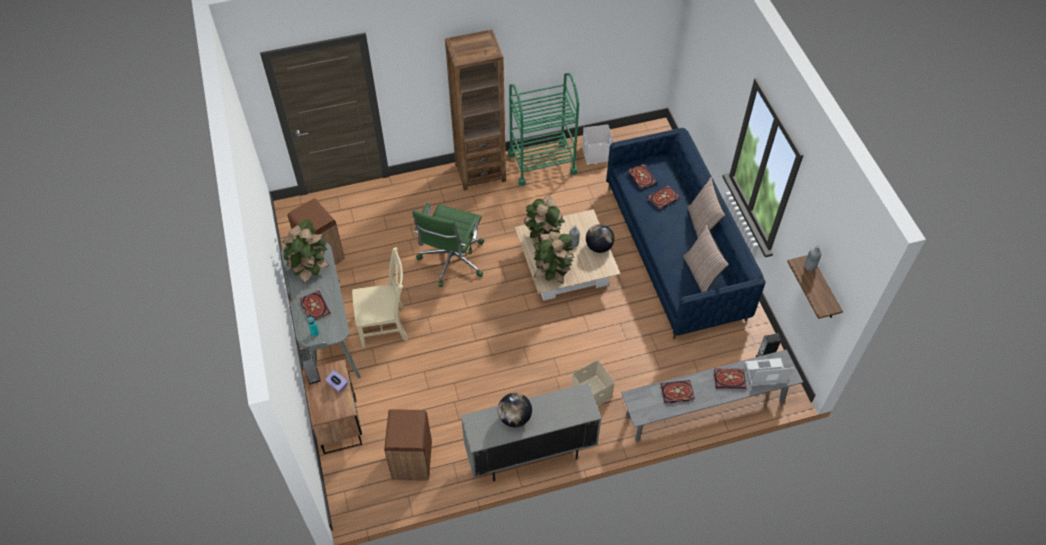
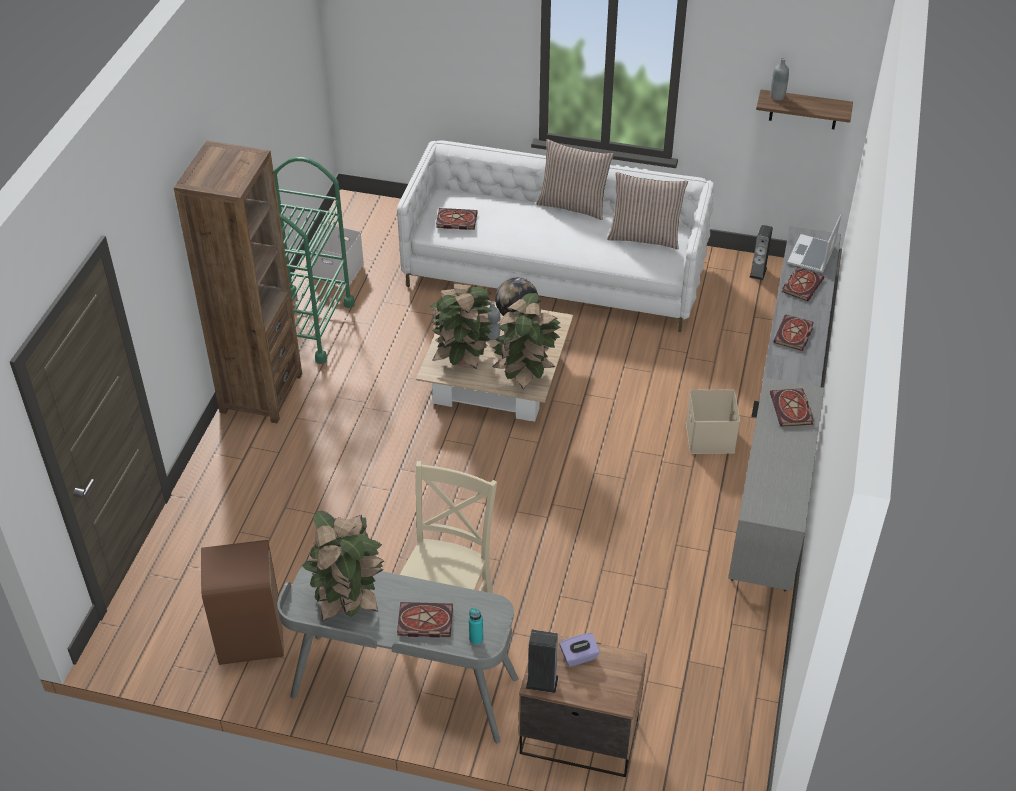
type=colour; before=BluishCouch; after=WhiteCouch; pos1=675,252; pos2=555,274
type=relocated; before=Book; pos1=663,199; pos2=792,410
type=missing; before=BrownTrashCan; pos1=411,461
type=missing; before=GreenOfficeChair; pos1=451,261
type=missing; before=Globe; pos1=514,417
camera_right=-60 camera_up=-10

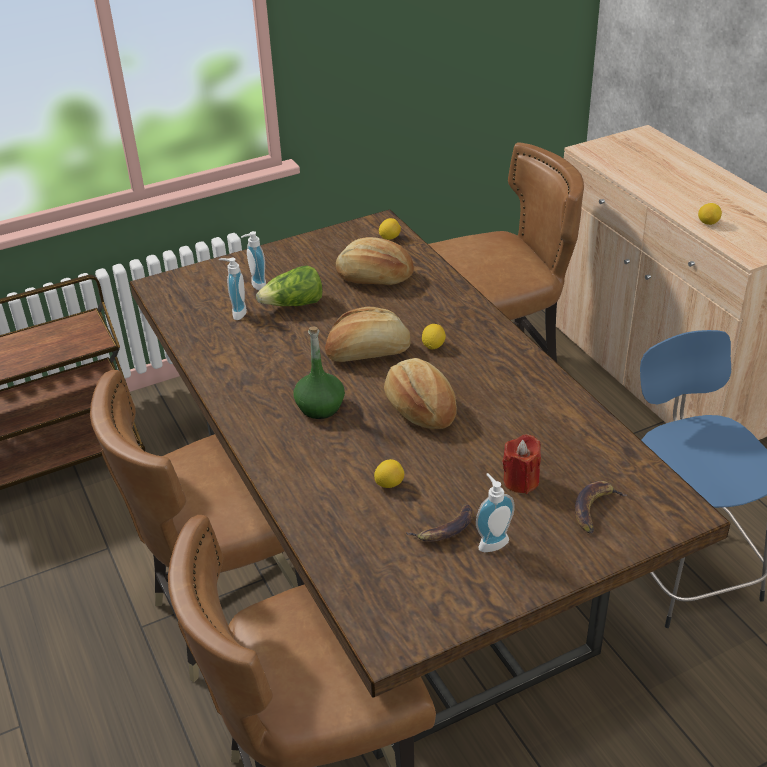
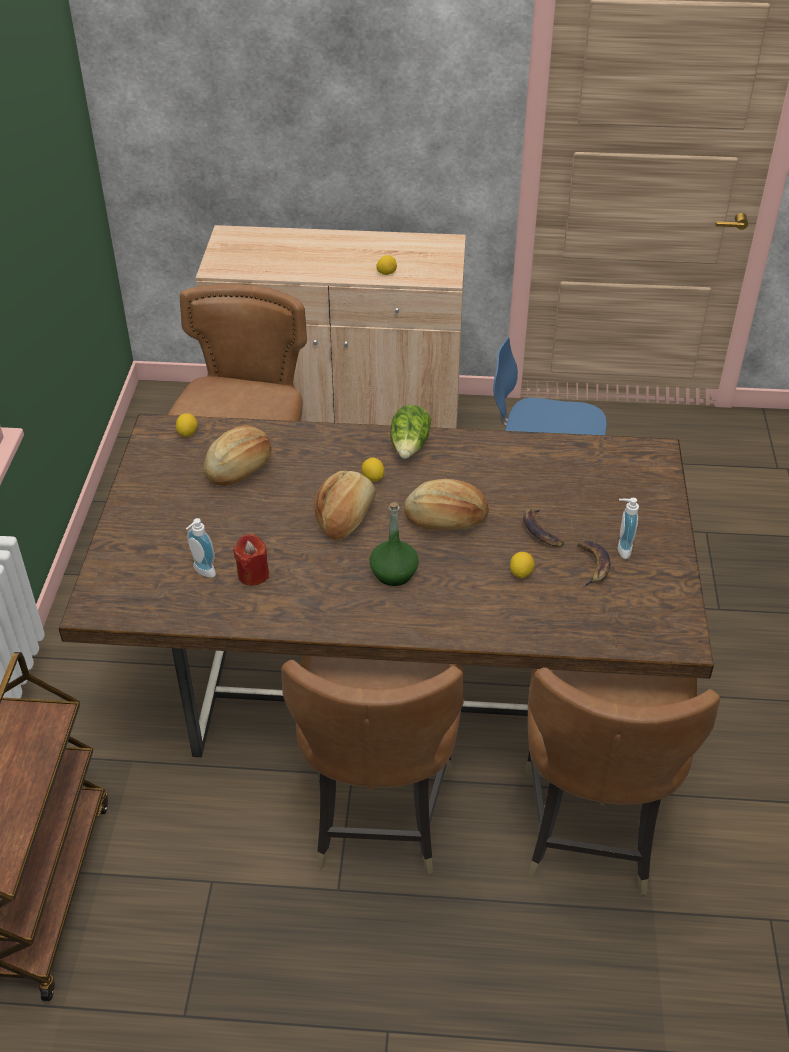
type=relocated; before=RedWaxLight; pos1=521,481; pos2=253,574
type=relocated; before=HeadOfLettuce; pos1=294,305; pos2=410,446
type=relocated; before=WholeBanana; pos1=595,509; pos2=540,531
type=missing; before=SoapDispenser; pos1=256,286
camera_right=-60 camera_up=5

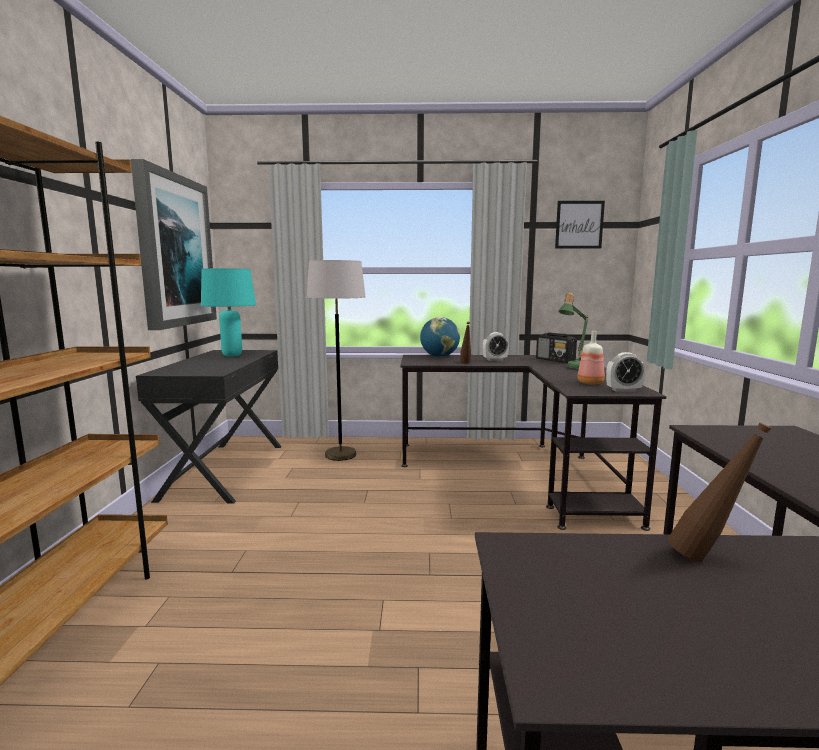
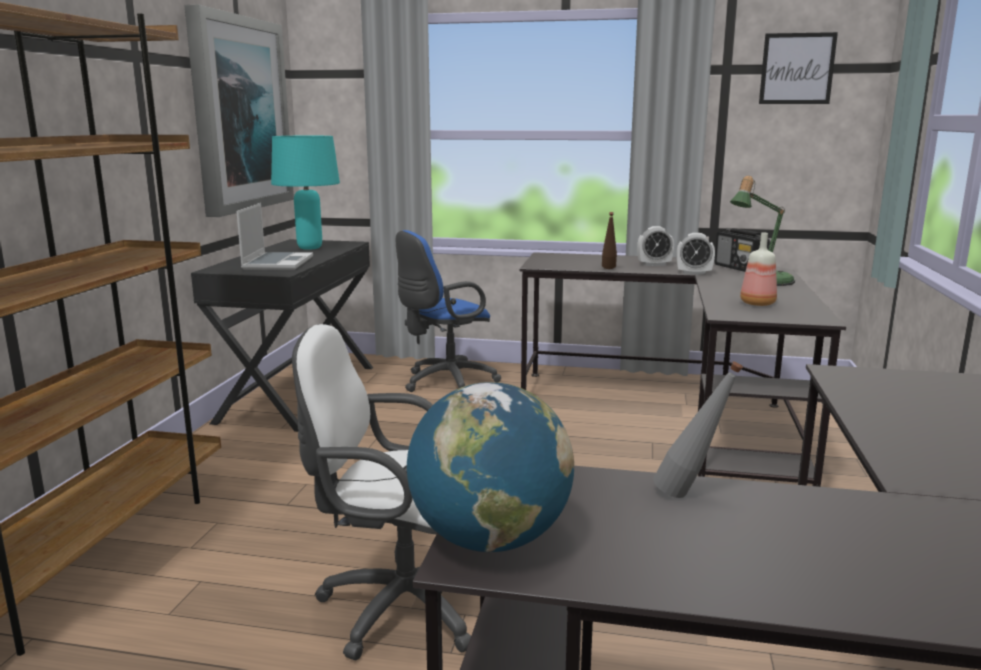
type=appeared; after=Laptop; pos2=277,263
type=appeared; after=WhiteOfficeChair; pos2=394,606
type=exchanged; before=GreyStandardLamp; after=BluishOfficeChair; pos1=340,455; pos2=445,382
type=relocated; before=Globe; pos1=439,356; pos2=490,539
type=colour; before=BrownBottle; after=GreyBottle; pos1=708,558; pos2=690,496
type=relocated; before=BedsideClock; pos1=623,390; pos2=694,273
camera_right=10 camera_up=5

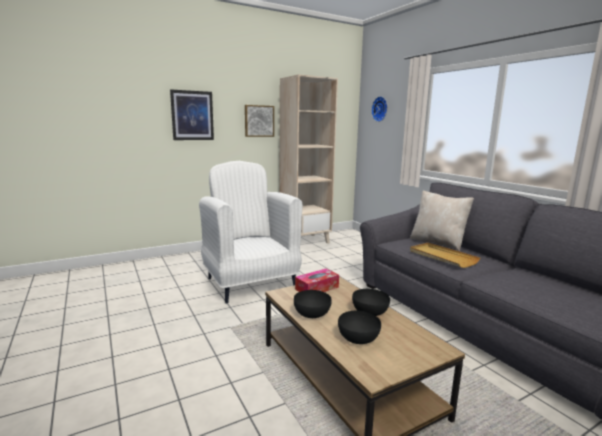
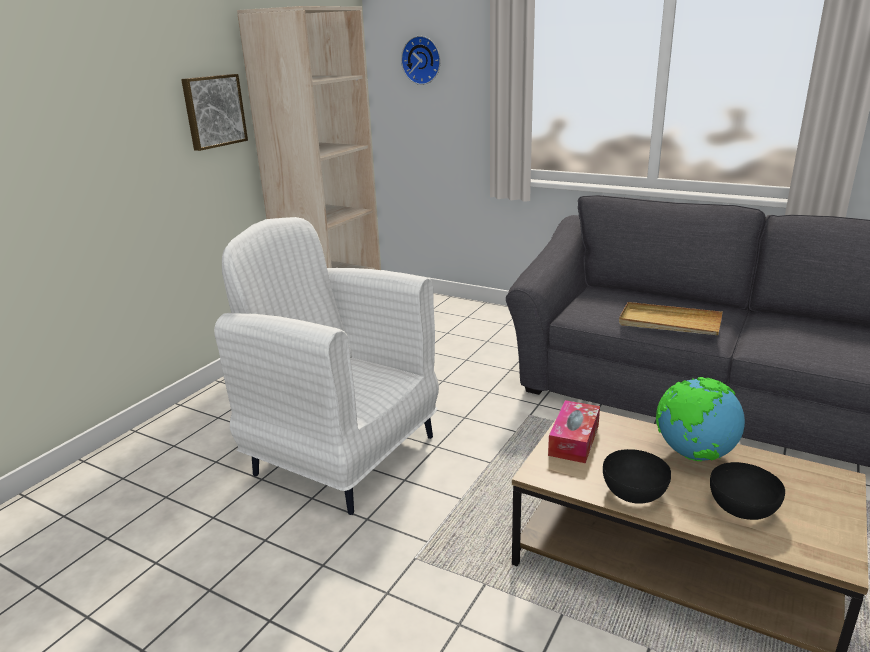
type=exchanged; before=BlackServingBowl; after=Globe; pos1=369,312; pos2=693,454
type=missing; before=WallPicture; pos1=192,115
type=missing; before=BeigePillow; pos1=437,243
camera_right=-30 camera_up=10

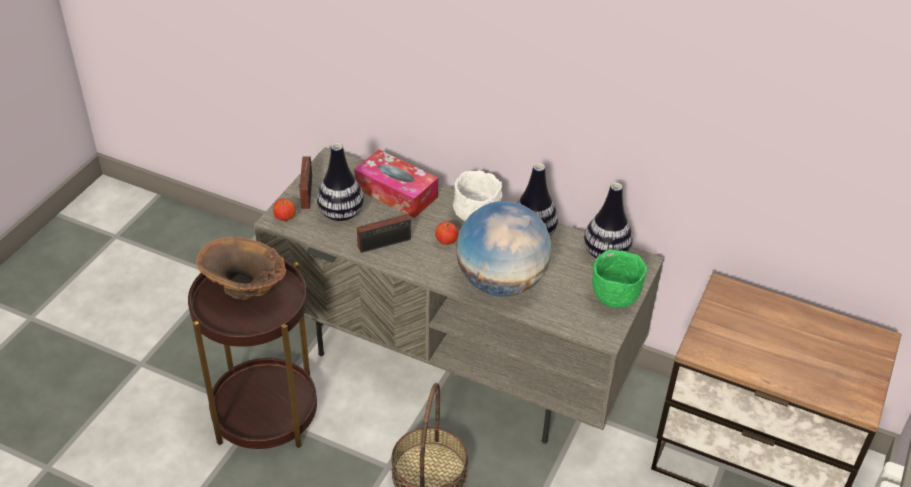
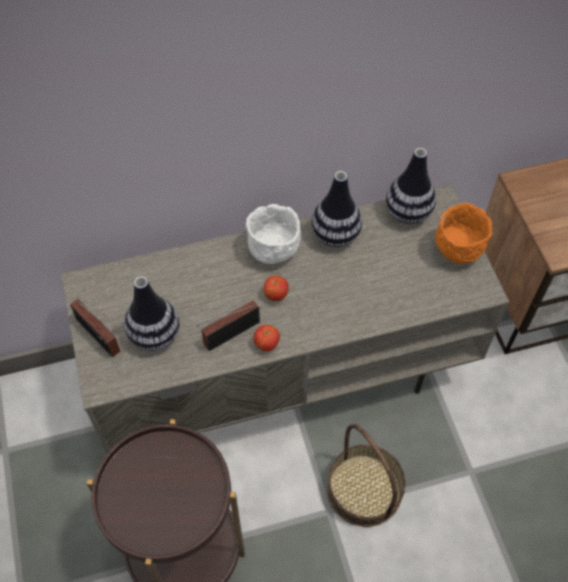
type=spun; before=RadioSet; pos1=387,243; pos2=228,334; turn=-150
type=relocated; before=AppleFruit; pos1=285,218; pos2=267,344
type=colour; before=GreenServingBowl; after=OrangeyServingBowl; pos1=613,299; pos2=456,251
type=missing; before=BrownFlowerVase; pos1=245,294
type=missing; before=TissueBox; pos1=396,193
type=missing; before=Globe; pos1=501,282
camera_right=-40 camera_up=15

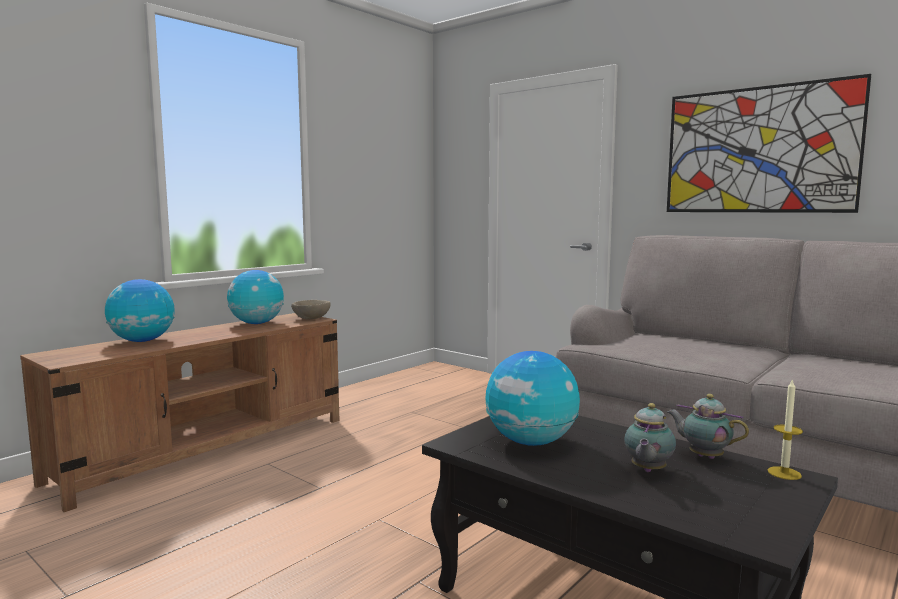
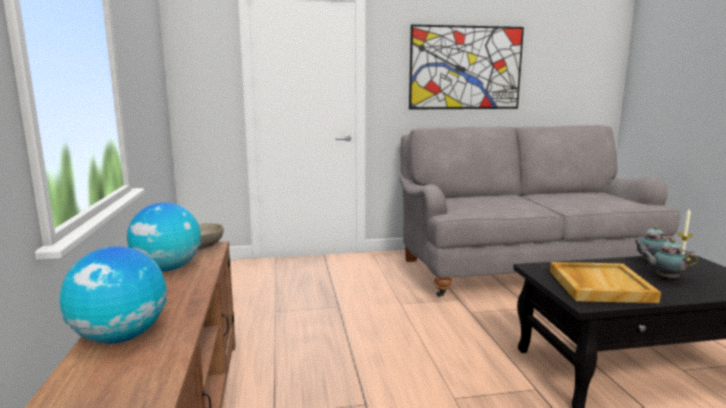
type=exchanged; before=Globe; after=BeigeServingTray; pos1=531,442; pos2=599,285
type=spun; before=Teapot; pos1=647,470; pos2=665,278; turn=135
camera_right=-50 camera_up=5

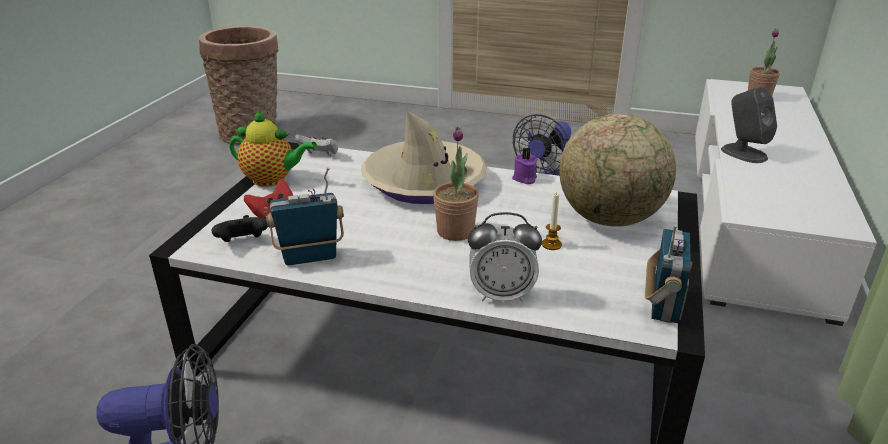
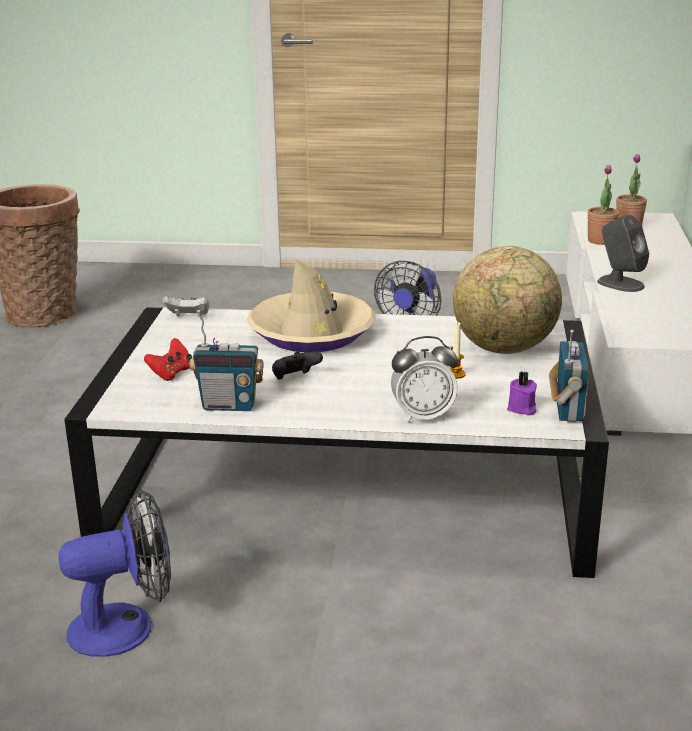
type=spun; before=RadioSet; pos1=310,257; pos2=229,405; turn=-150
type=relocated; before=BlackGameController; pos1=243,243; pos2=295,379
type=relocated; before=PurplishWaxLight; pos1=524,179; pos2=522,409
type=relocated; before=PottedPlant; pos1=455,231; pos2=600,241
type=missing; before=Teapot; pos1=272,180
camera_right=-10 camera_up=-5

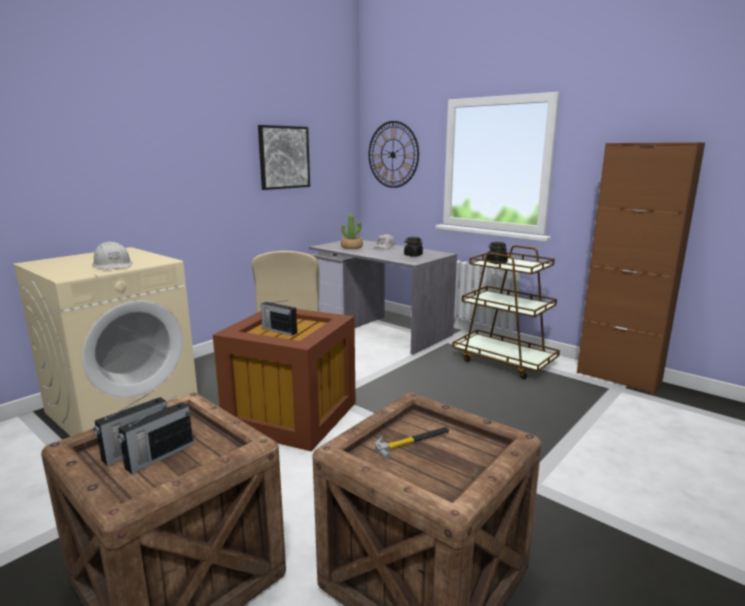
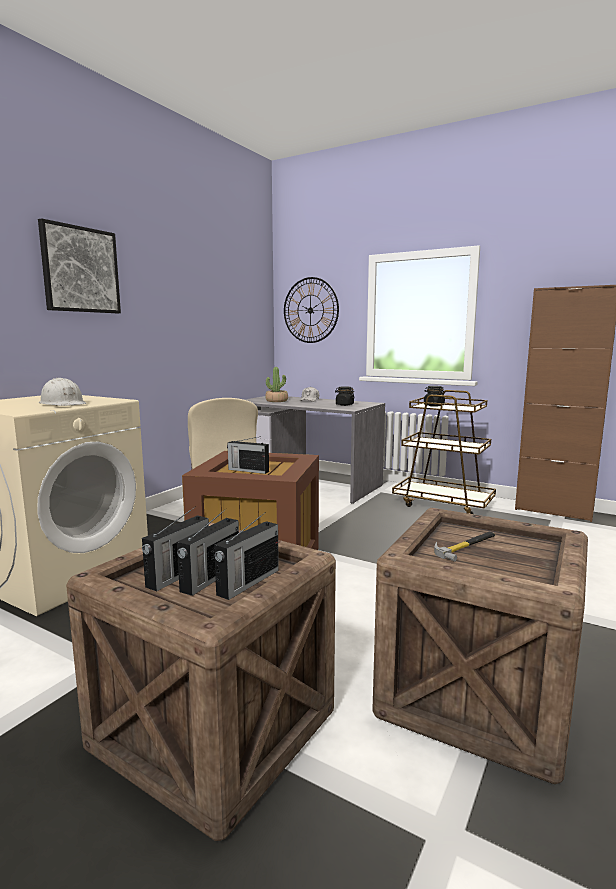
type=relocated; before=WallPicture; pos1=284,157; pos2=80,270
type=appeared; after=RadioSet; pos2=247,582
camera_right=-10 camera_up=-5

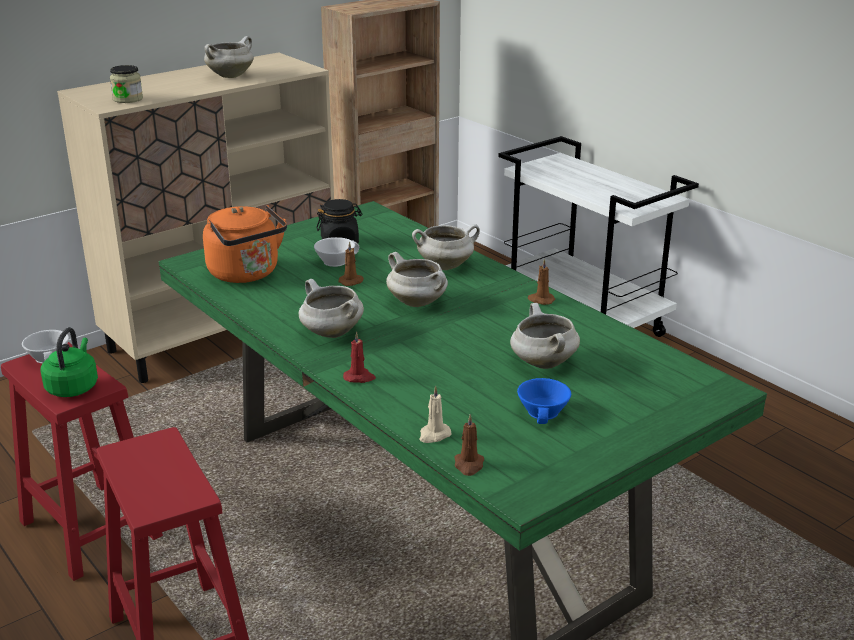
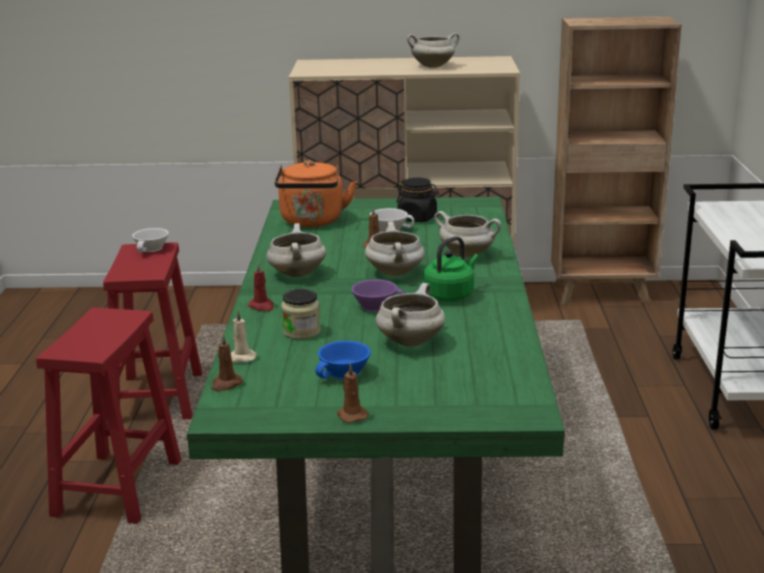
type=relocated; before=PreserveJar; pos1=128,99; pos2=301,332
type=relocated; before=BrownWaxLight; pos1=540,300; pos2=351,415
type=appeared; after=PurplishDrinkingCup; pos2=376,305
type=relocated; before=GreenTeaKettle; pos1=73,387; pos2=450,295
camera_right=40 camera_up=-5

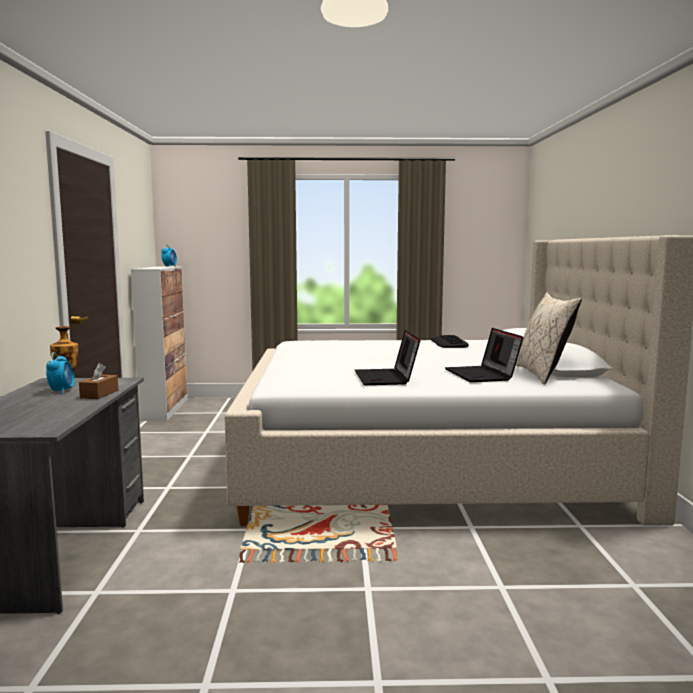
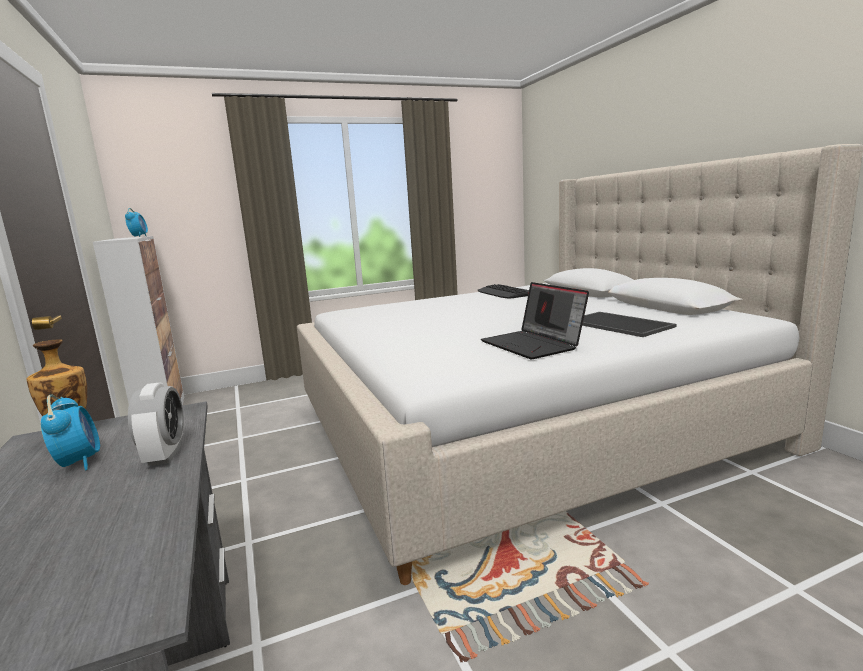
type=exchanged; before=BrownTissueBox; after=BedsideClock; pos1=99,394; pos2=165,455
type=exchanged; before=Laptop; after=ServingTray; pos1=482,375; pos2=620,324
type=missing; before=BeigePillow; pos1=543,374
camera_right=-20 camera_up=5

